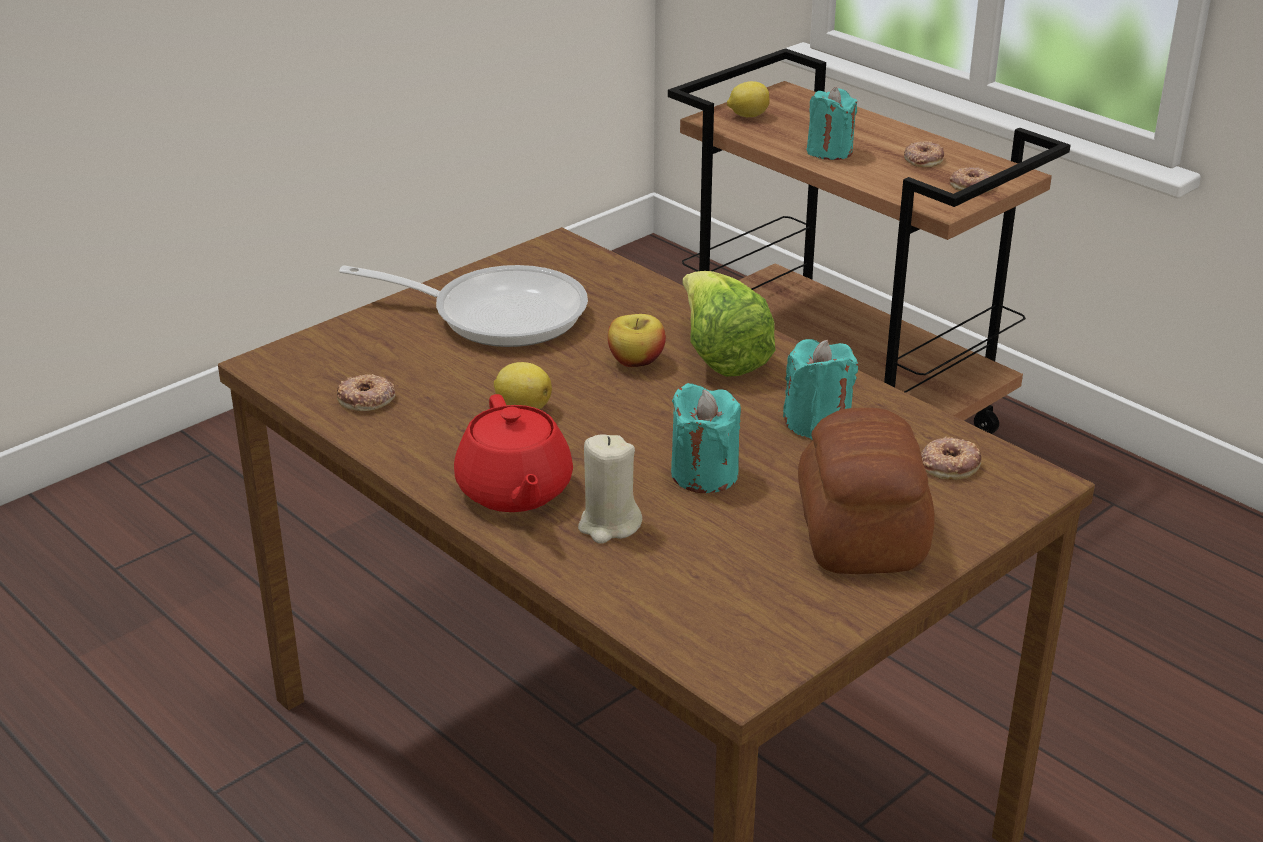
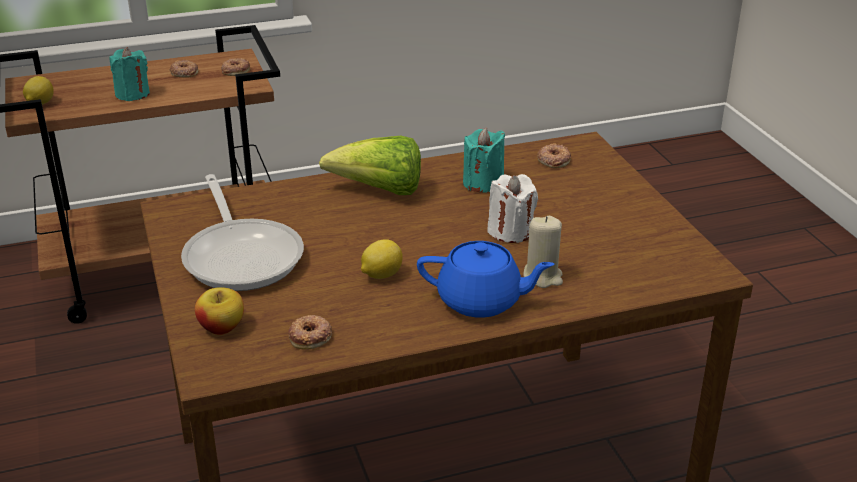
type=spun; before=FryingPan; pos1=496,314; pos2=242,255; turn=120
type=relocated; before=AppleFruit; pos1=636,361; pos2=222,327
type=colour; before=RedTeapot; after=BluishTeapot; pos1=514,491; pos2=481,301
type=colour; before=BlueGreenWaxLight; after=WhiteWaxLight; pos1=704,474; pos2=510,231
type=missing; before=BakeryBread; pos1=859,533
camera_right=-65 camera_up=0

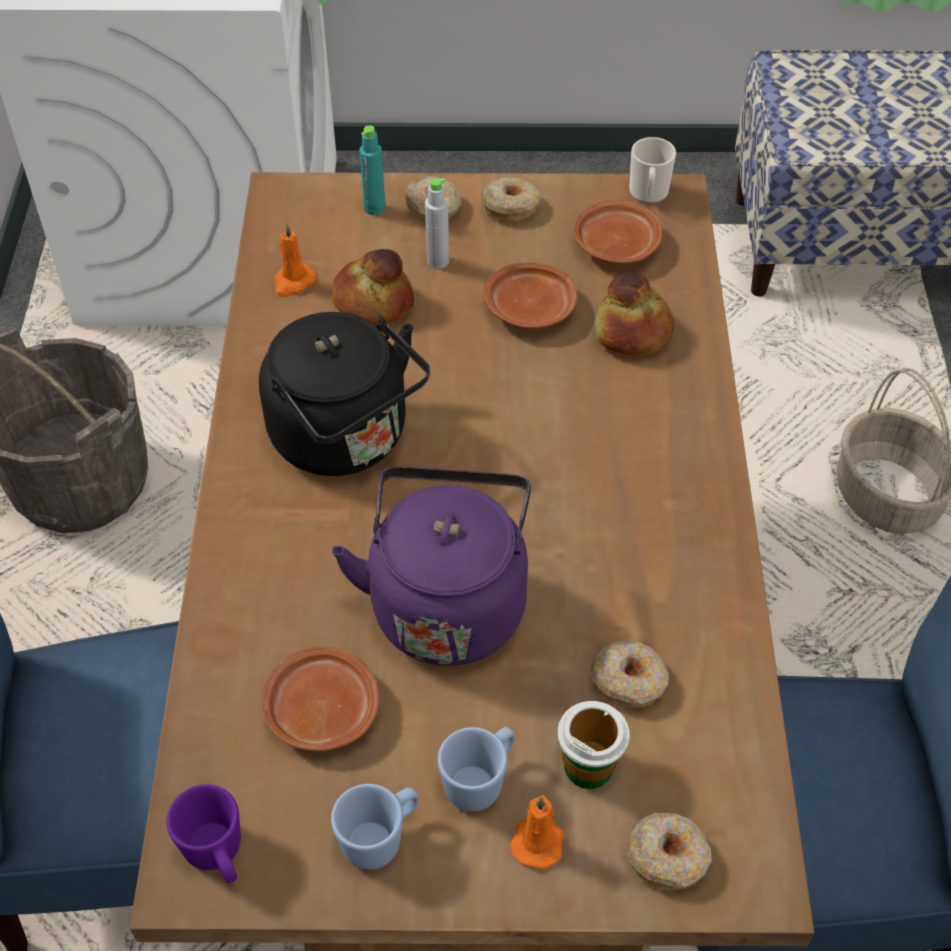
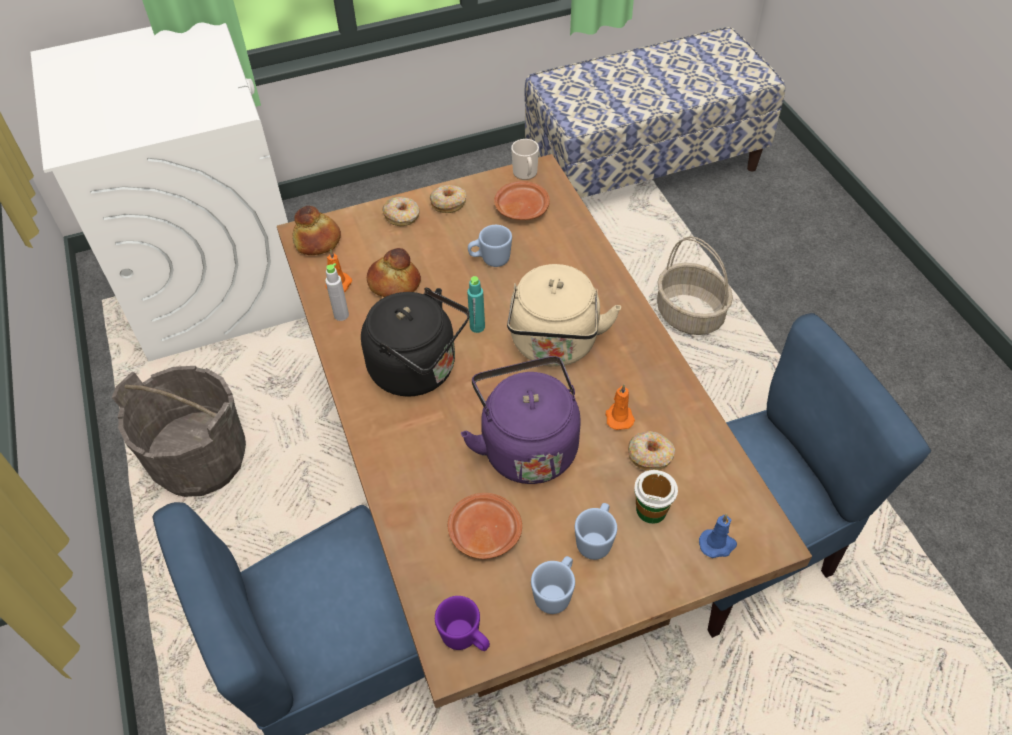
type=relocated; before=BakeryBread; pos1=631,332; pos2=317,241
type=relocated; before=GreyBottle; pos1=438,261; pos2=341,315
type=relocated; before=BlueGreenBottle; pos1=374,208; pos2=477,327
type=exchanged; before=BrownPlate; after=BluishTeaMug; pos1=531,308; pos2=490,260
type=appeared; after=BeigeTeaKettle; pos2=554,345
type=relocated; before=OrangeyWaxLight; pos1=538,840; pos2=618,417
type=exchanged; before=Doughnut; after=BluishWaxLight; pos1=667,857; pos2=717,544
camera_right=-20 camera_up=0

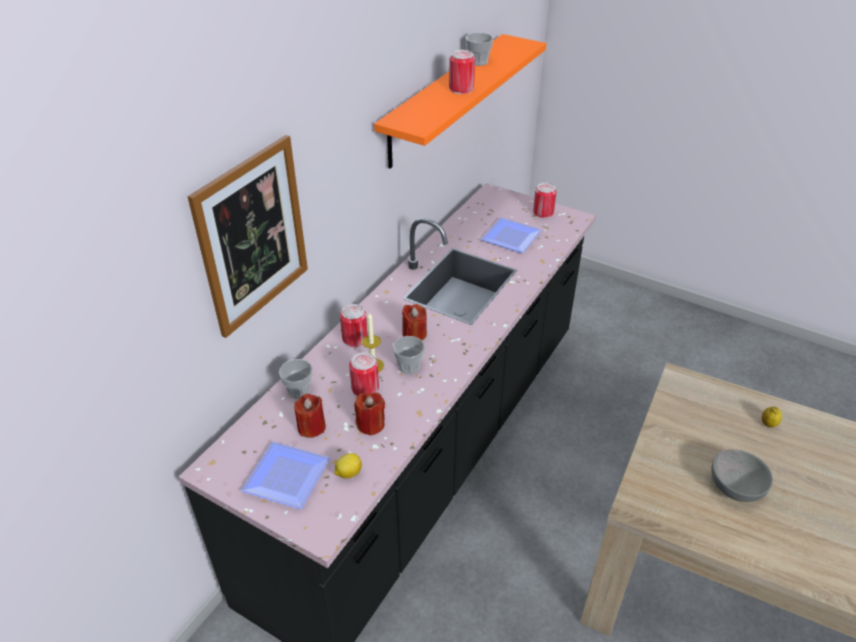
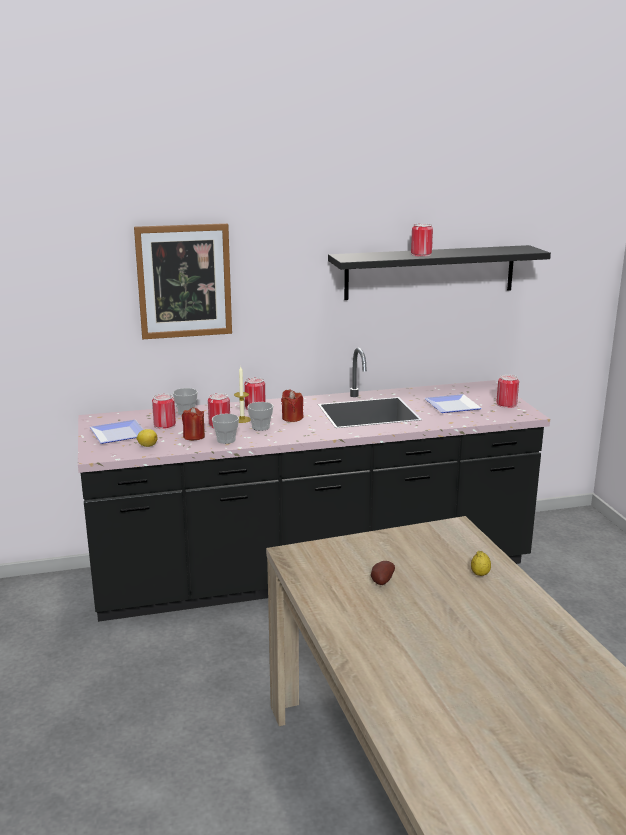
type=exchanged; before=RedWaxLight; after=SealedCan; pos1=311,427; pos2=164,425
type=relocated; before=DrinkingCup; pos1=478,62; pos2=226,440
type=colour; before=OrangeyShelf; after=BlackShelf; pos1=444,99; pos2=430,272
type=exchanged; before=GreyServingBowl; after=Potato; pos1=734,486; pos2=381,582
camera_right=45 camera_up=-20

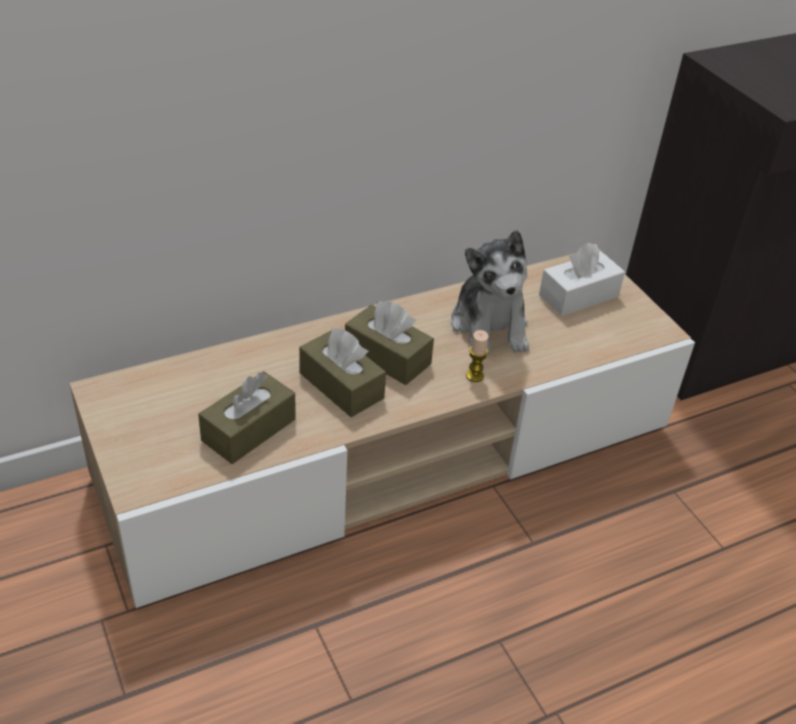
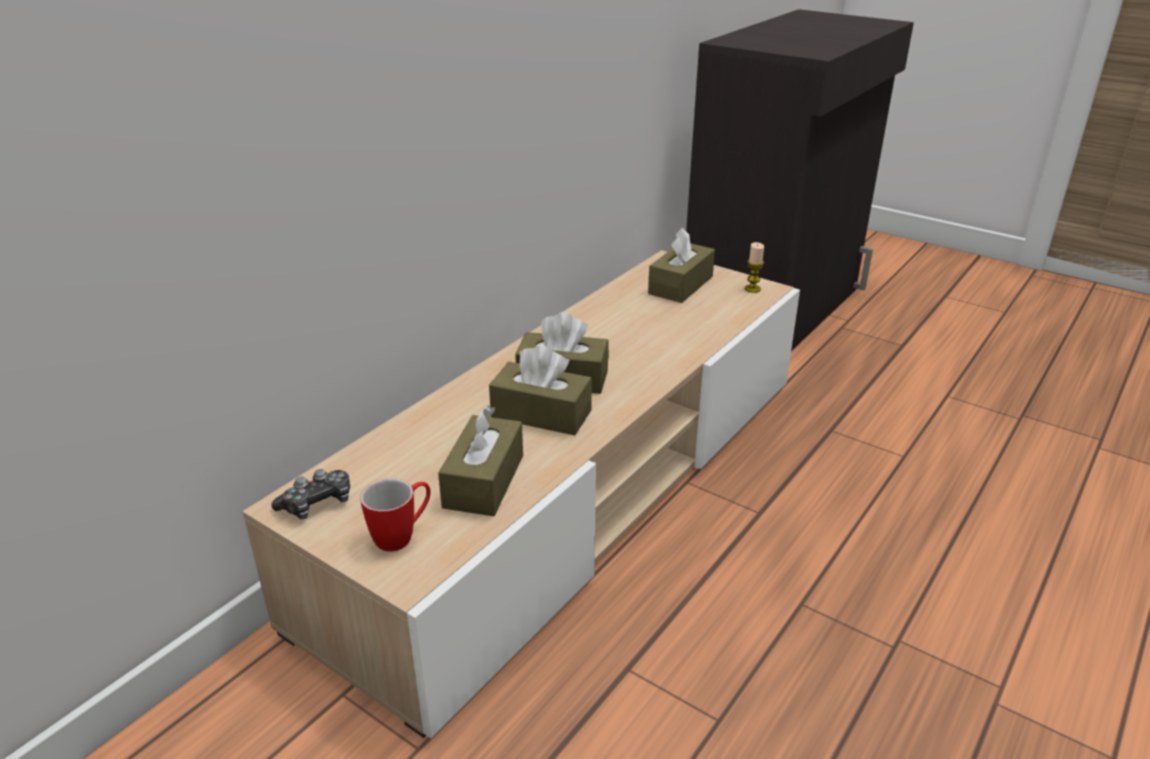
type=appeared; after=GameController; pos2=317,504
type=appeared; after=TeaMug; pos2=402,536
type=colour; before=WhiteTissueBox; after=BrownTissueBox; pos1=578,295; pos2=680,285
type=relocated; before=WaxLight; pos1=474,376; pos2=752,289
type=missing; before=CuddlyToy; pos1=490,326
camera_right=-25 camera_up=-10

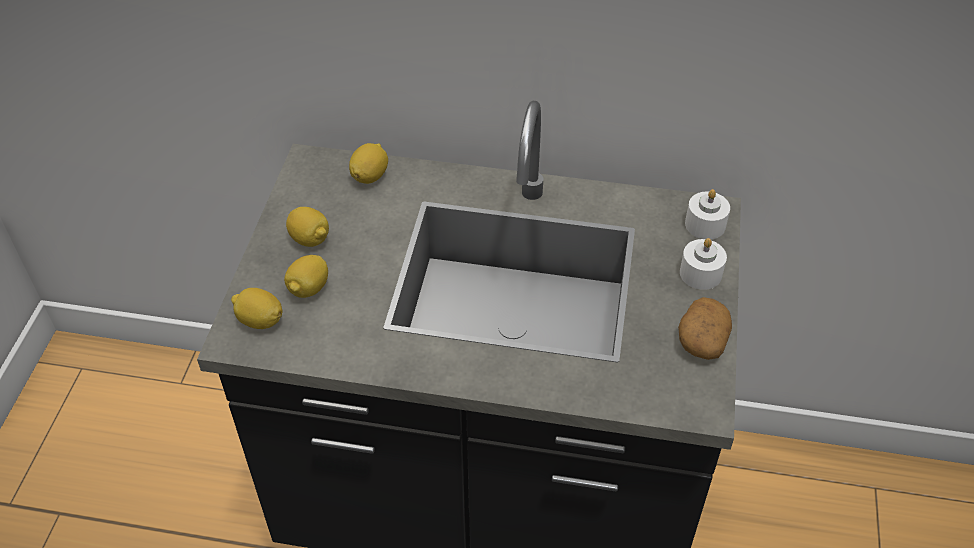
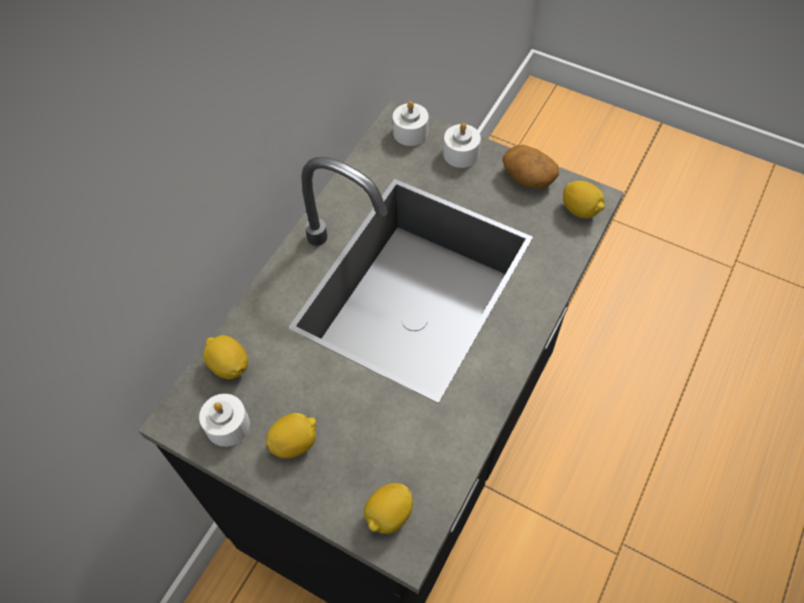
type=appeared; after=WhiteWaxLight; pos2=227,425
type=relocated; before=WholeLemon; pos1=309,288; pos2=580,210
camera_right=-70 camera_up=10

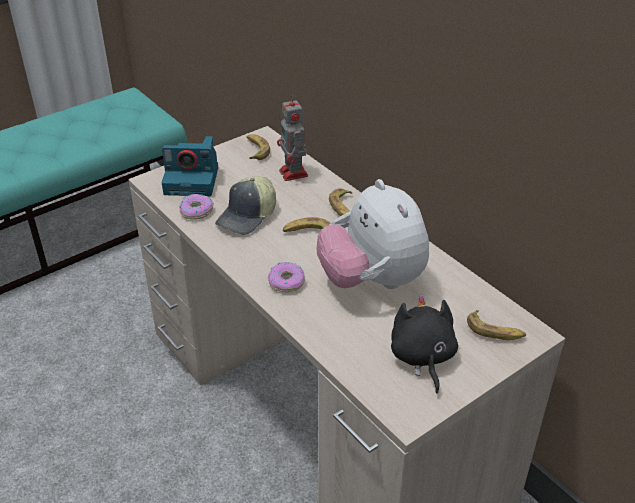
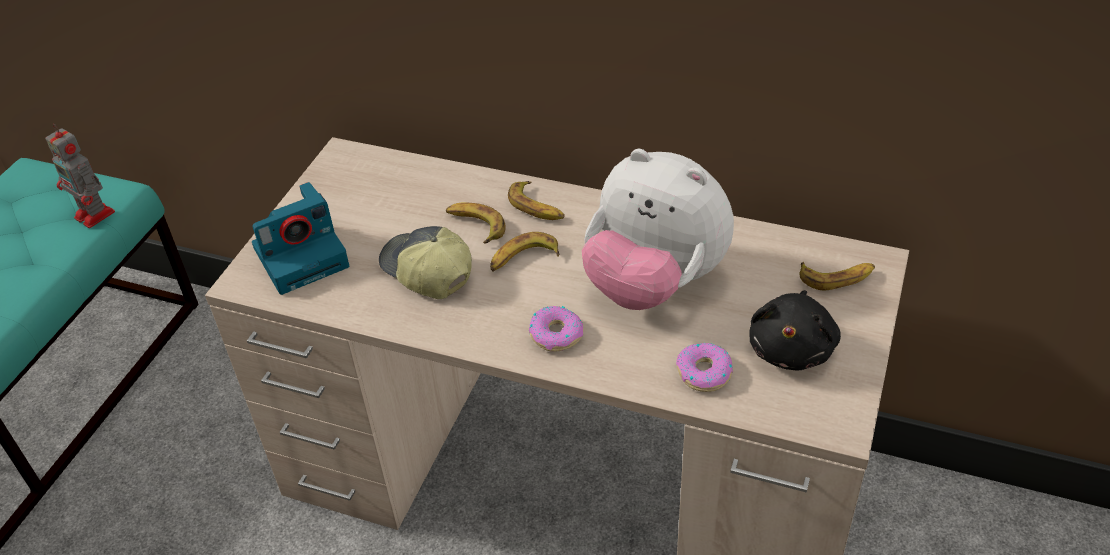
type=relocated; before=RobotFigure; pos1=294,174; pos2=96,215
type=spun; before=BaseballCap; pos1=248,216; pos2=426,272; turn=135
type=relocated; before=WholeBanana; pos1=255,150; pos2=475,226
type=relocated; before=Doughnut; pos1=196,211; pos2=704,373
type=spun; before=BlackCuddlyToy; pos1=422,357; pos2=792,348; turn=-120
camera_right=-30 camera_up=5

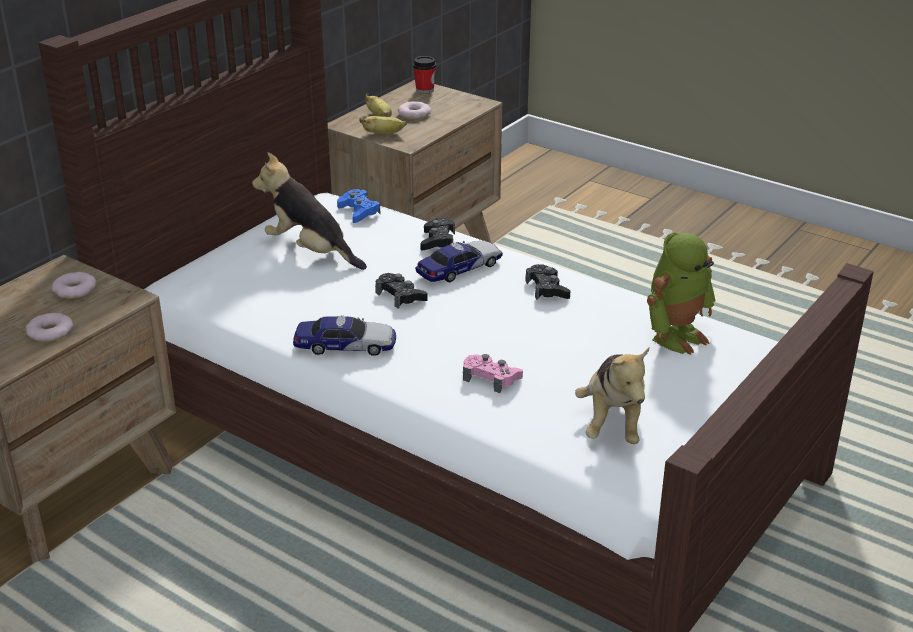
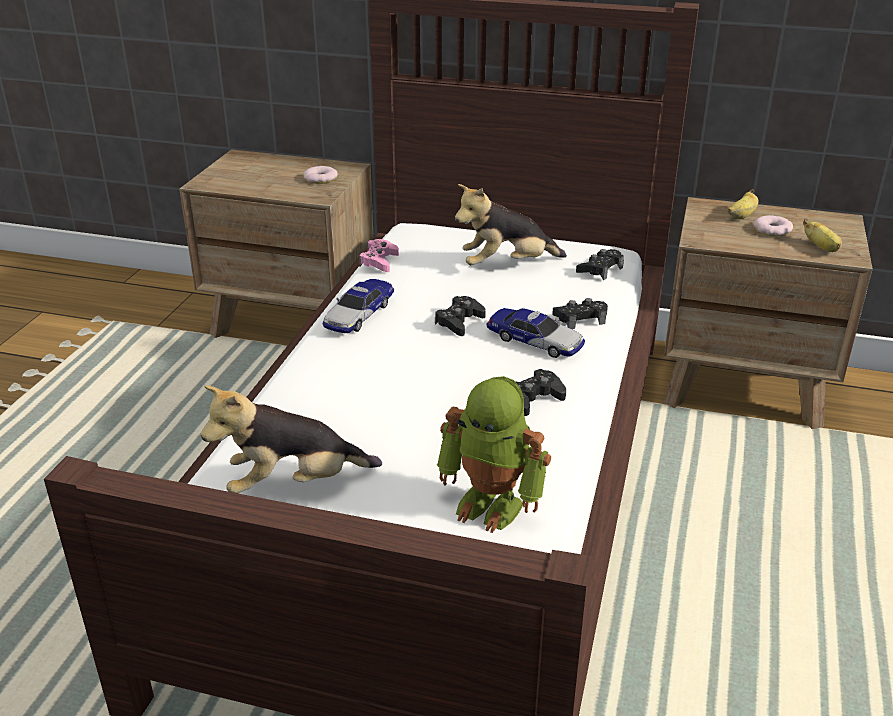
type=spun; before=ToyCar; pos1=345,345; pos2=359,314; turn=45
type=relocated; before=PinkColouredGameController; pos1=491,378; pos2=379,261
type=spun; before=CuddlyToy; pos1=311,251; pos2=506,265; turn=-120
type=colour; before=BluishGameController; after=BlackGameController; pos1=359,211; pos2=600,269
type=relocated; before=WholeBanana; pos1=383,133; pos2=822,248
type=missing; before=Doughnut; pos1=50,332
type=missing; before=DrinkingCup; pos1=425,90
camera_right=70 camera_up=0

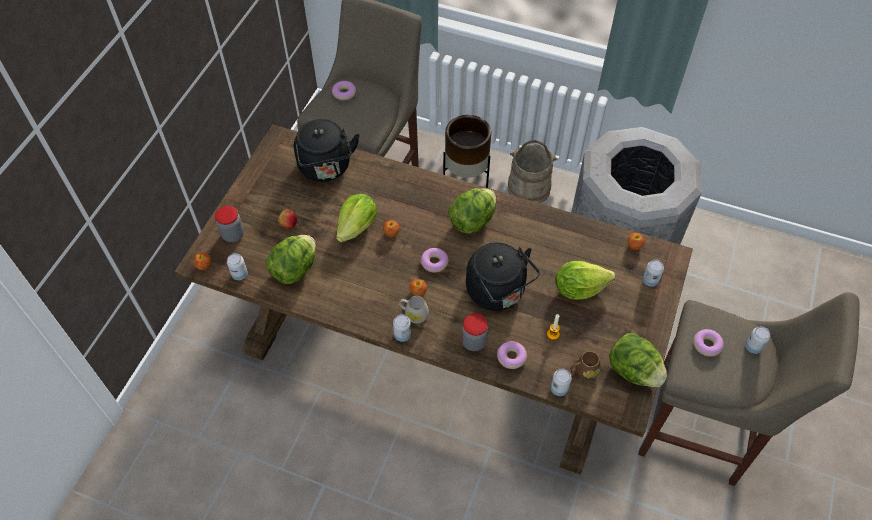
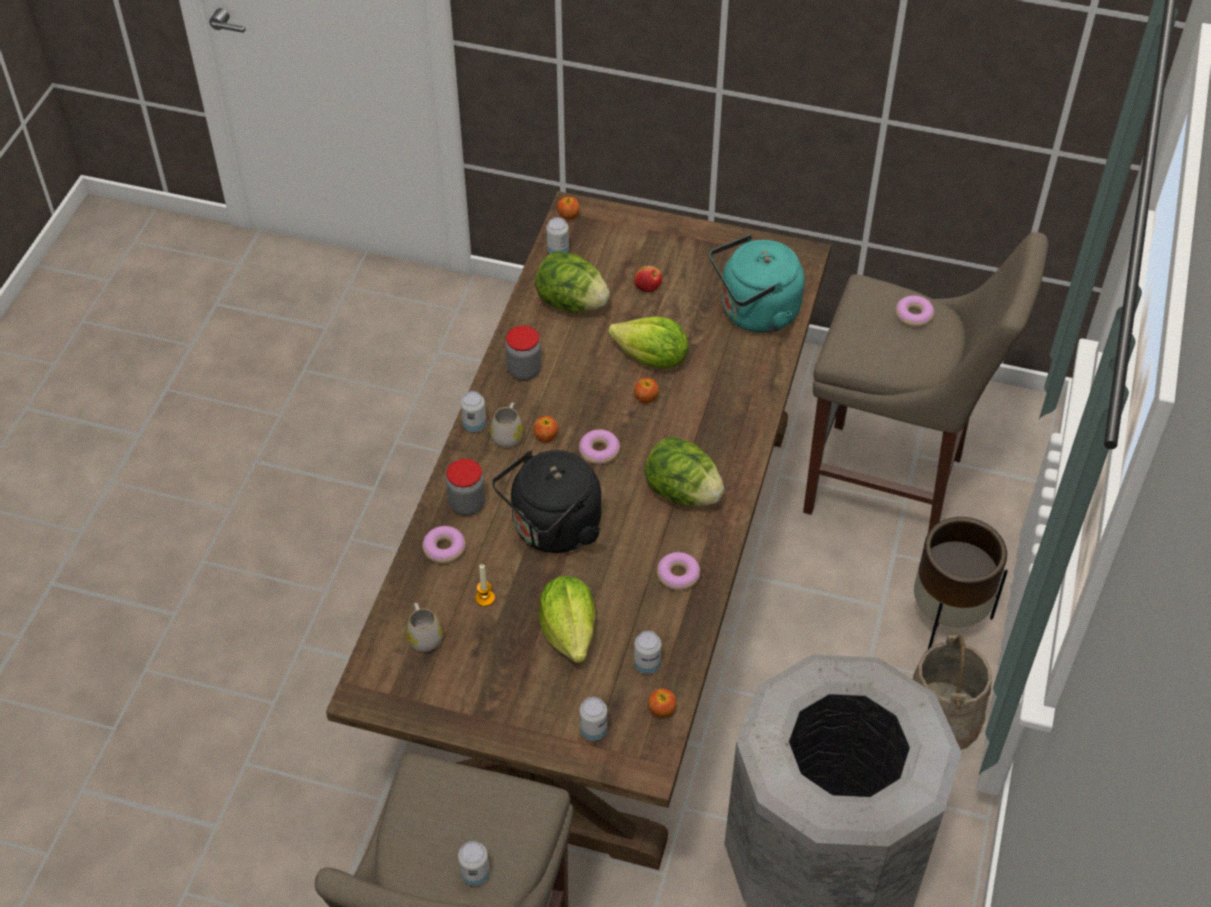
type=colour; before=BrownTeaMug; after=WhiteTeaMug; pos1=583,371; pos2=423,636
type=relocated; before=PreserveJar; pos1=233,235; pos2=524,370
type=relocated; before=SealedCan; pos1=559,389; pos2=647,664
type=relocated; before=Doughnut; pos1=707,345; pos2=678,575
type=colour; before=BlackTeaKettle; after=BlueGreenTeaKettle; pos1=326,168; pos2=755,313
type=missing; before=HeadOfLettuce; pos1=633,370
camera_right=85 camera_up=-5

